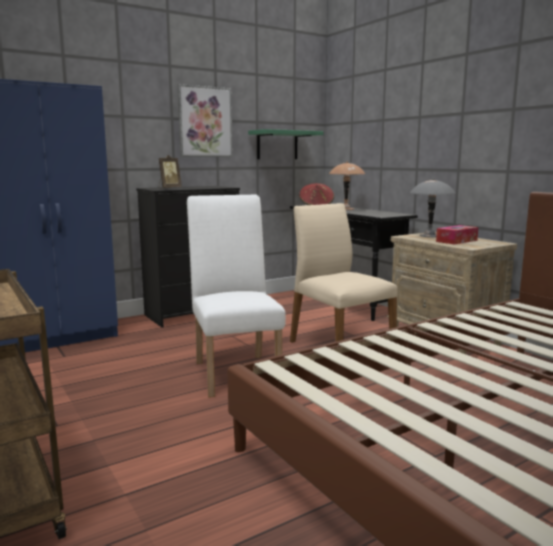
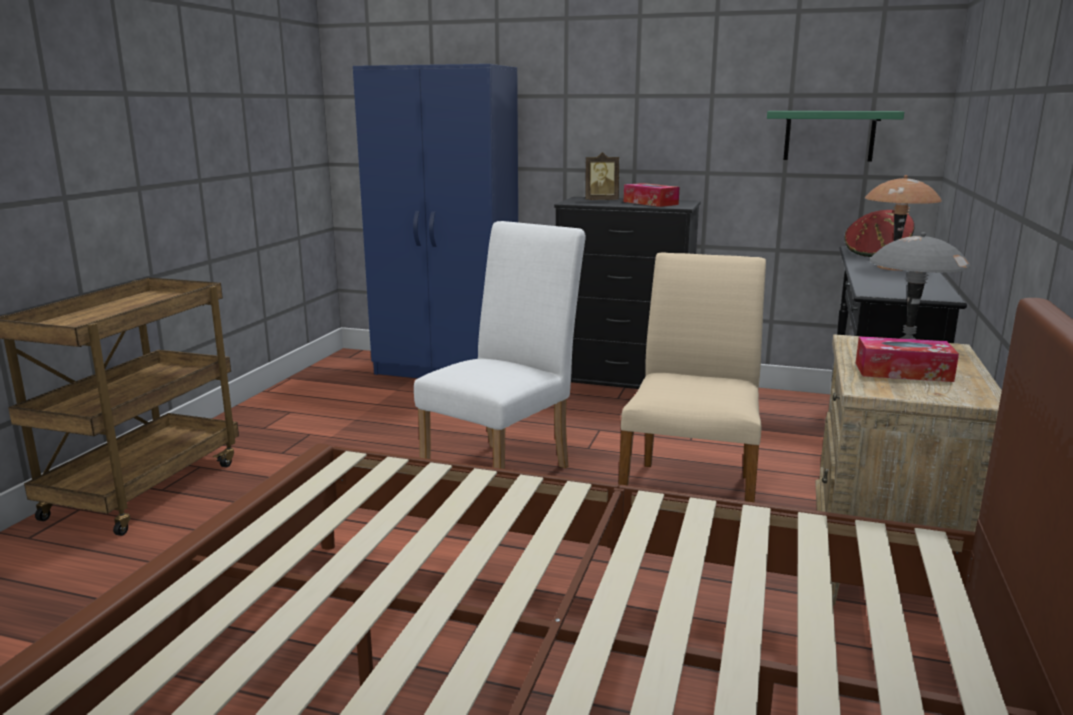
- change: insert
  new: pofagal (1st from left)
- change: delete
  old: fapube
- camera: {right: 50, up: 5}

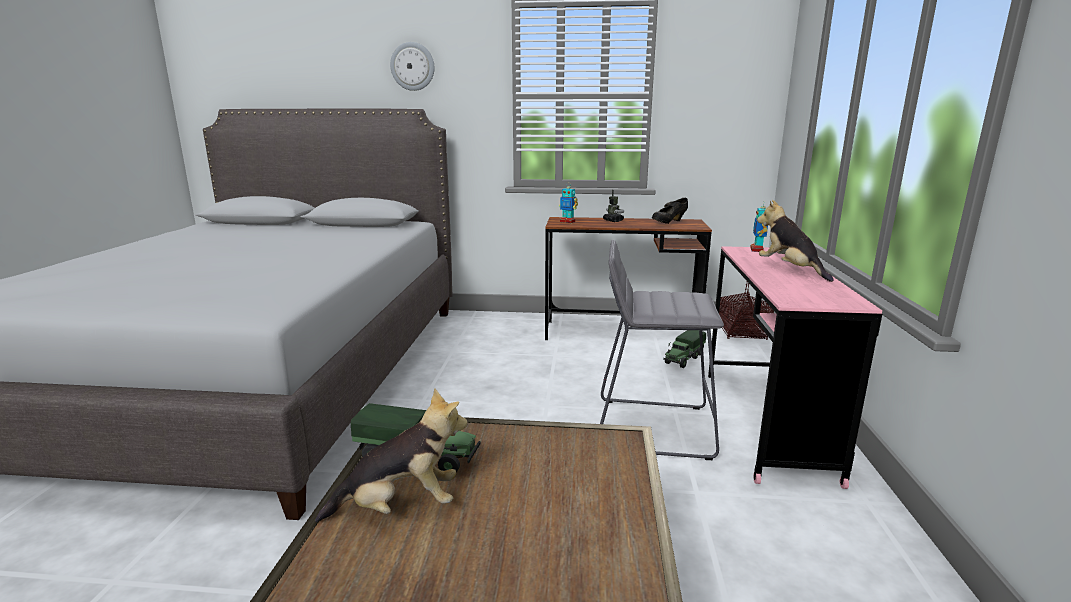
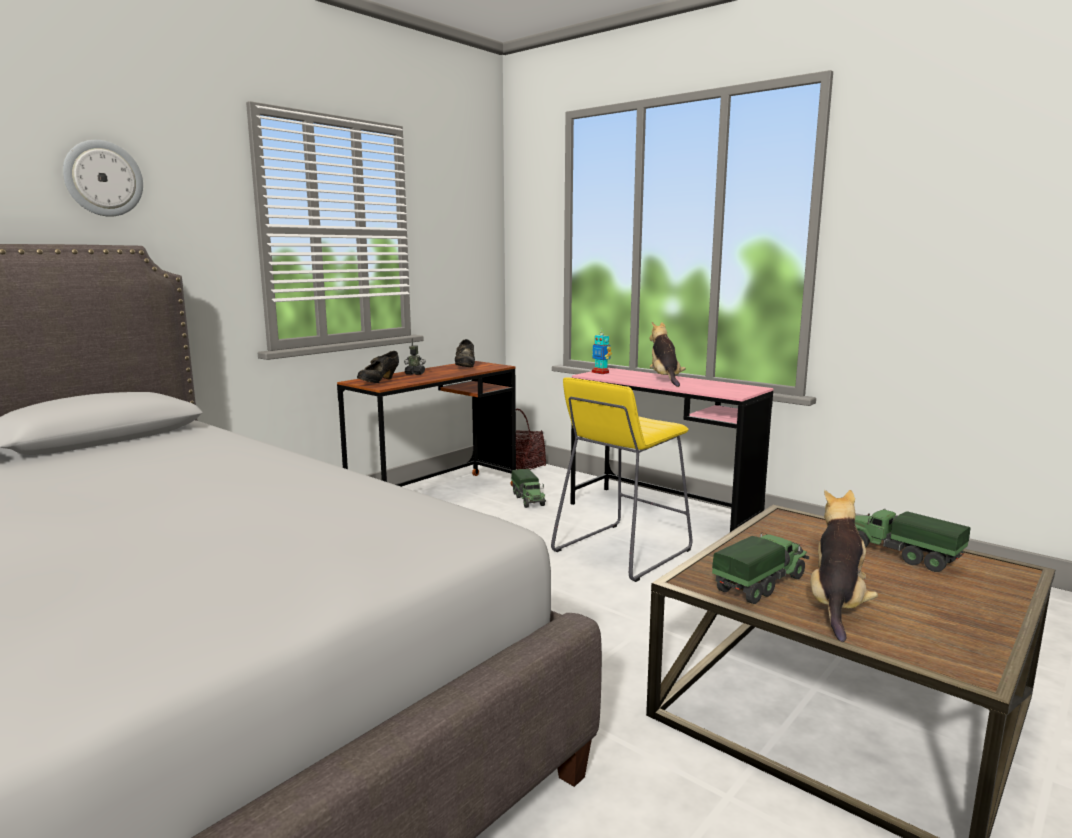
- change: replace
  old: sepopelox (1st from left)
  new: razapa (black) (1st from left)
- change: recolor
  old: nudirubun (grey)
  new: nudirubun (yellow)
- change: rotate
  old: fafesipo (2nd from left in the first image)
  degrees: 75
- change: insert
  new: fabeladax (3rd from left)
- camera: {right: -55, up: -5}

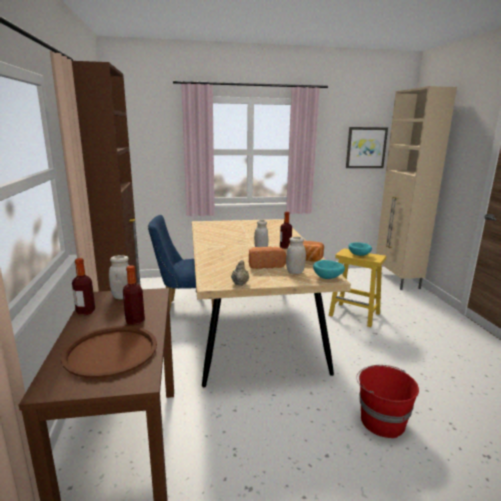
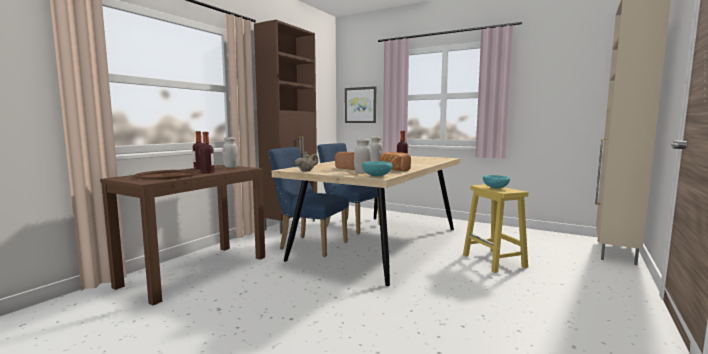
- change: insert
  new: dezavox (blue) (1st from left)
- change: move
  old: fapube
- change: delete
  old: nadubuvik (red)
- camera: {right: 40, up: -10}

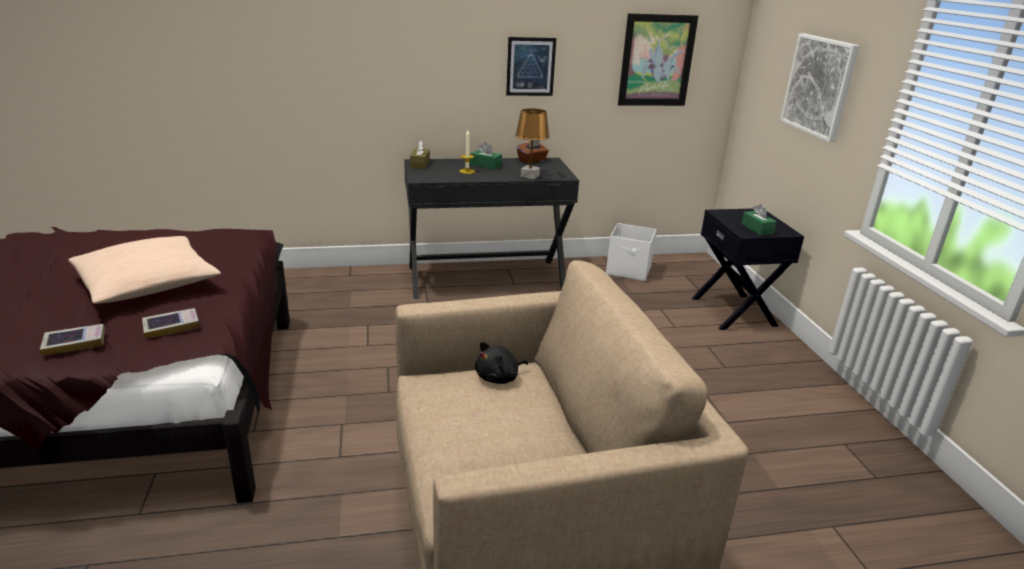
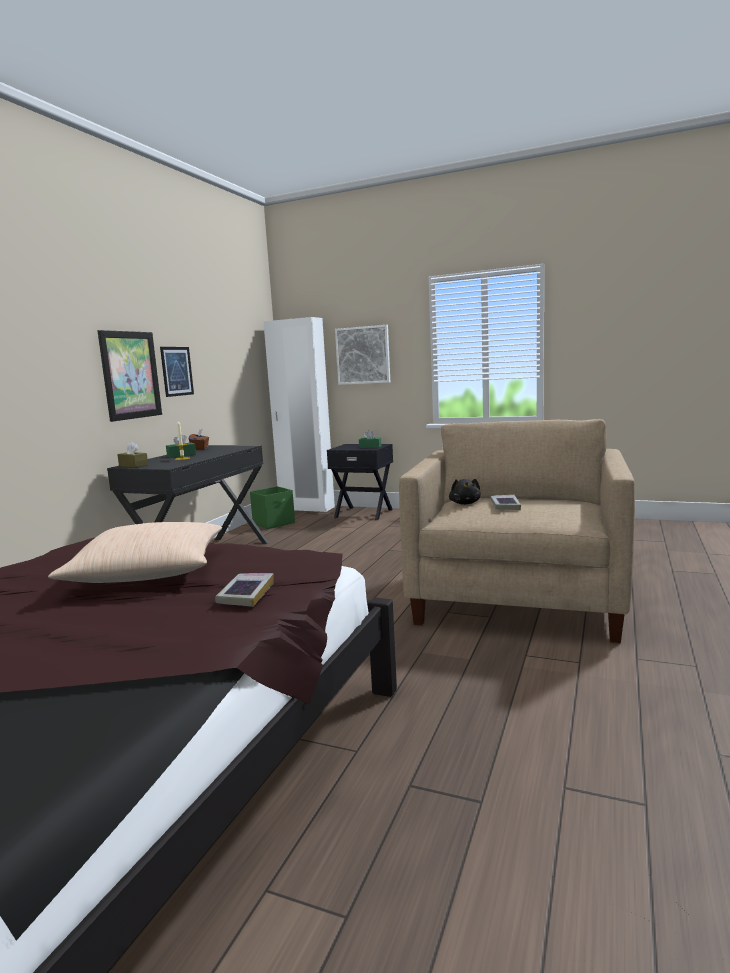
- change: move
  old: fapube (2nd from left in the first image)
  new: fapube (1st from left)
- change: recolor
  old: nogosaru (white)
  new: nogosaru (green)
- change: insert
  new: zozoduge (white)
- change: move
  old: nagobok (2nd from left)
- change: delete
  old: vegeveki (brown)
- camera: {right: -55, up: -15}

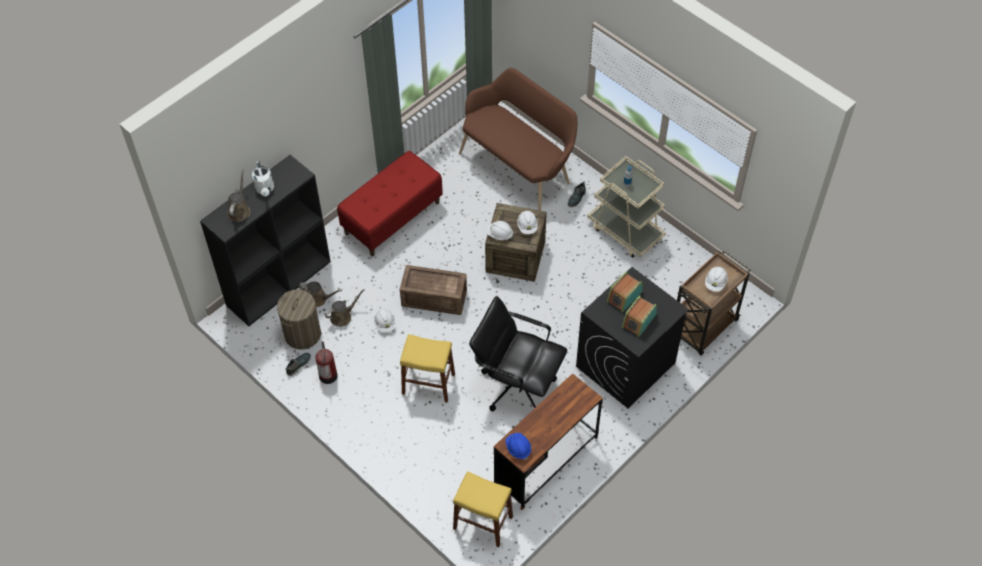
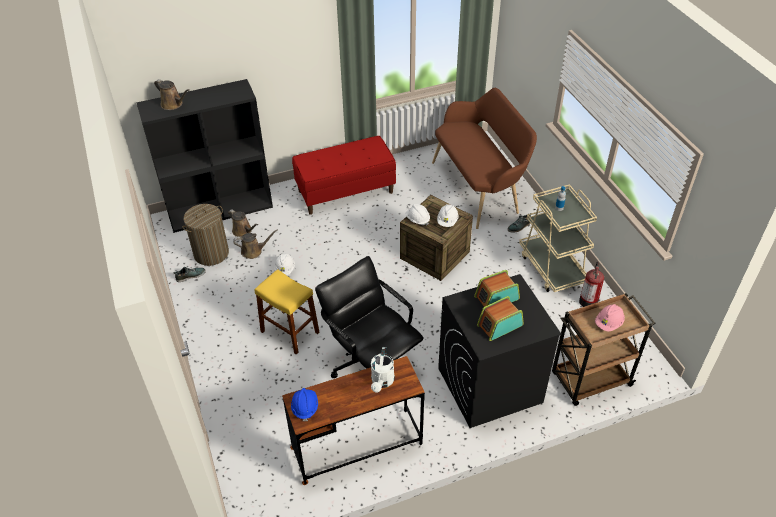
- change: rotate
  old: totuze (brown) (1st from left)
  degrees: 90
- change: move
  old: totuze (white)
- change: move
  old: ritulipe
- change: recolor
  old: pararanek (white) (4th from left)
  new: pararanek (pink)
- change: delete
  old: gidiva (1st from left)
- change: delete
  old: nudirubun (yellow) (2nd from left)
- camera: {right: 25, up: -10}

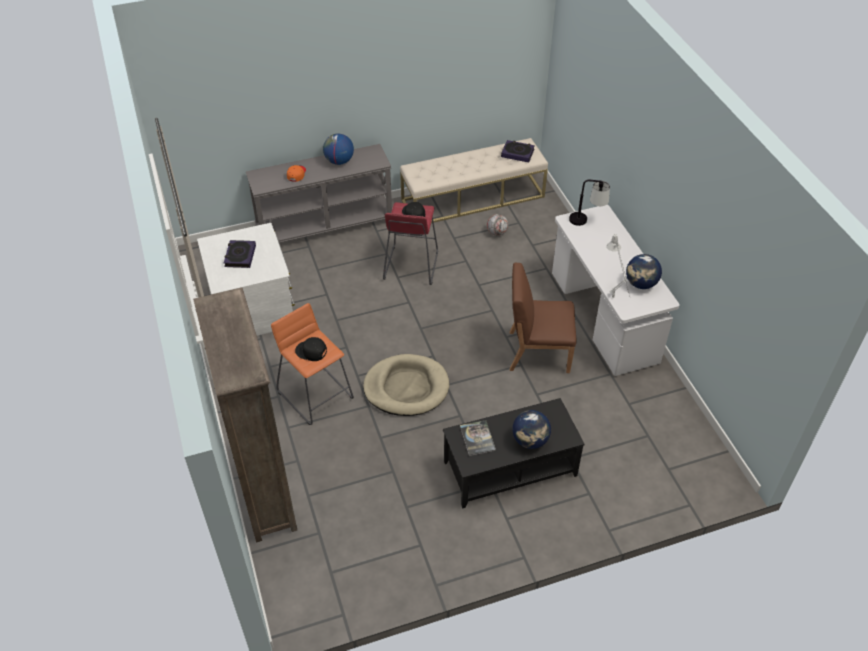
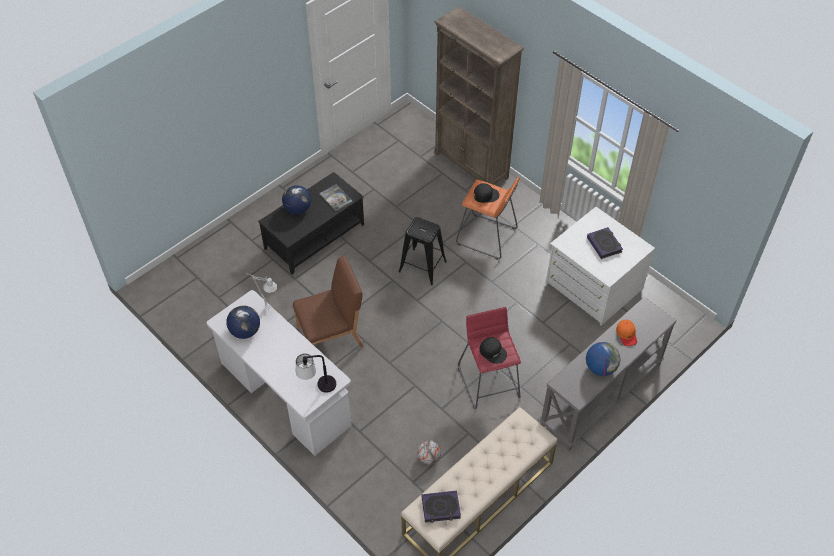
- change: replace
  old: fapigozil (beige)
  new: nudirubun (black)
- camera: {right: 155, up: 5}

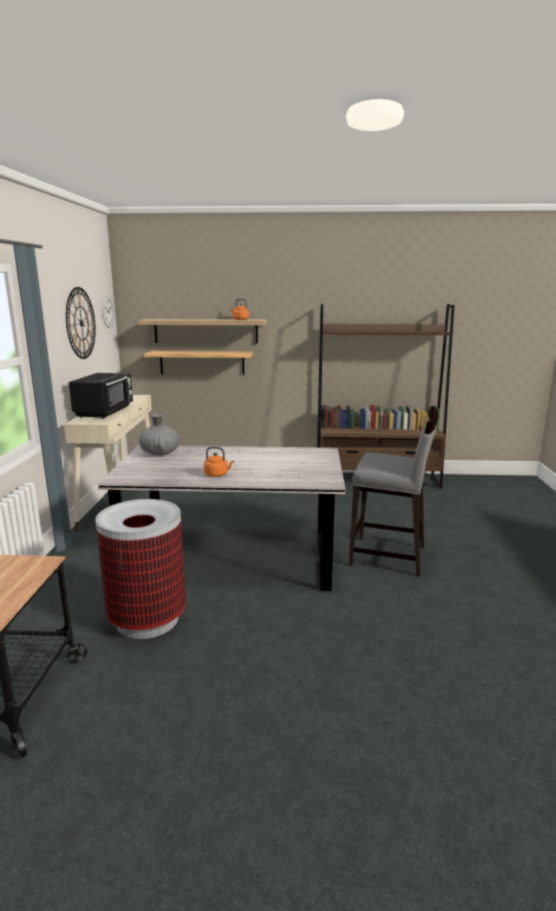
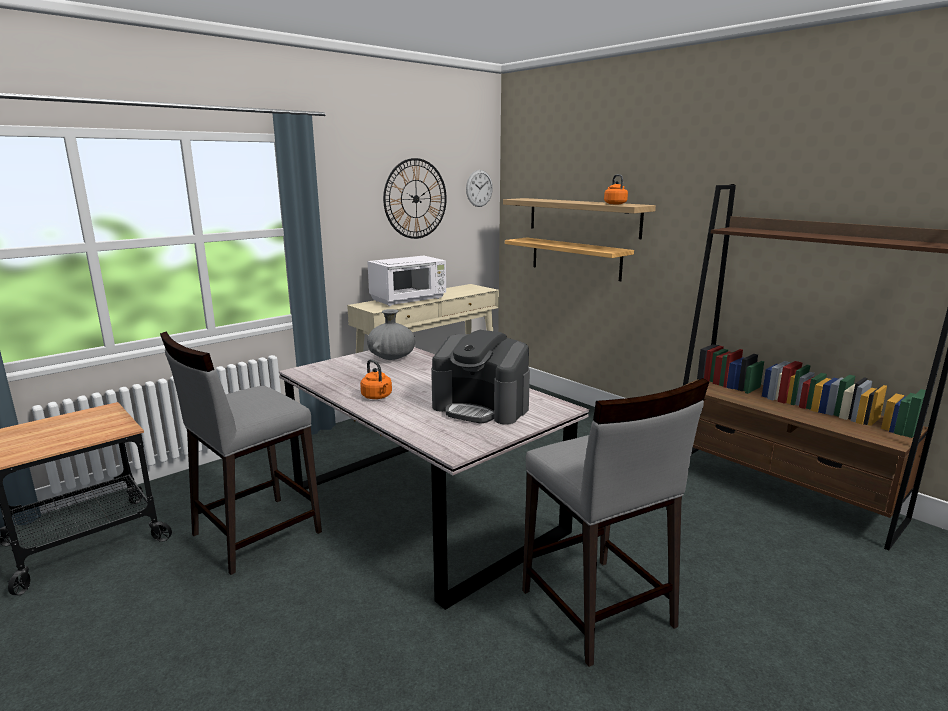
- change: replace
  old: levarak
  new: nudirubun (grey) (1st from left)
- change: recolor
  old: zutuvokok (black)
  new: zutuvokok (white)
- change: insert
  new: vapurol
- camera: {right: 45, up: 0}

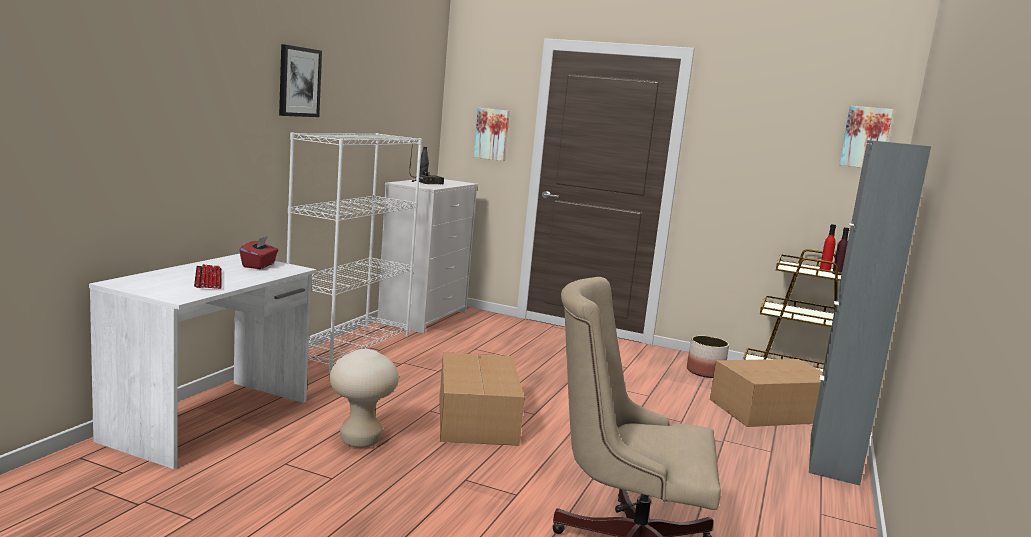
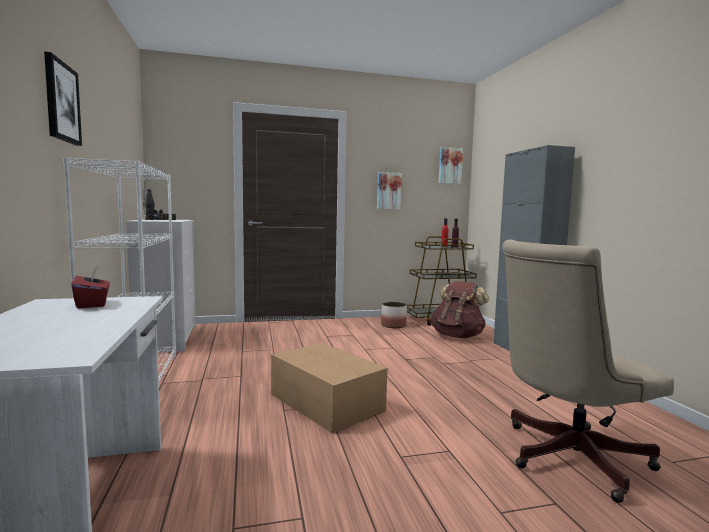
- change: move
  old: fapube (2nd from left)
- change: replace
  old: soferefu (2nd from left)
  new: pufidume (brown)
- change: delete
  old: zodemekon
- change: delete
  old: nudirubun (beige)
- camera: {right: -35, up: -5}

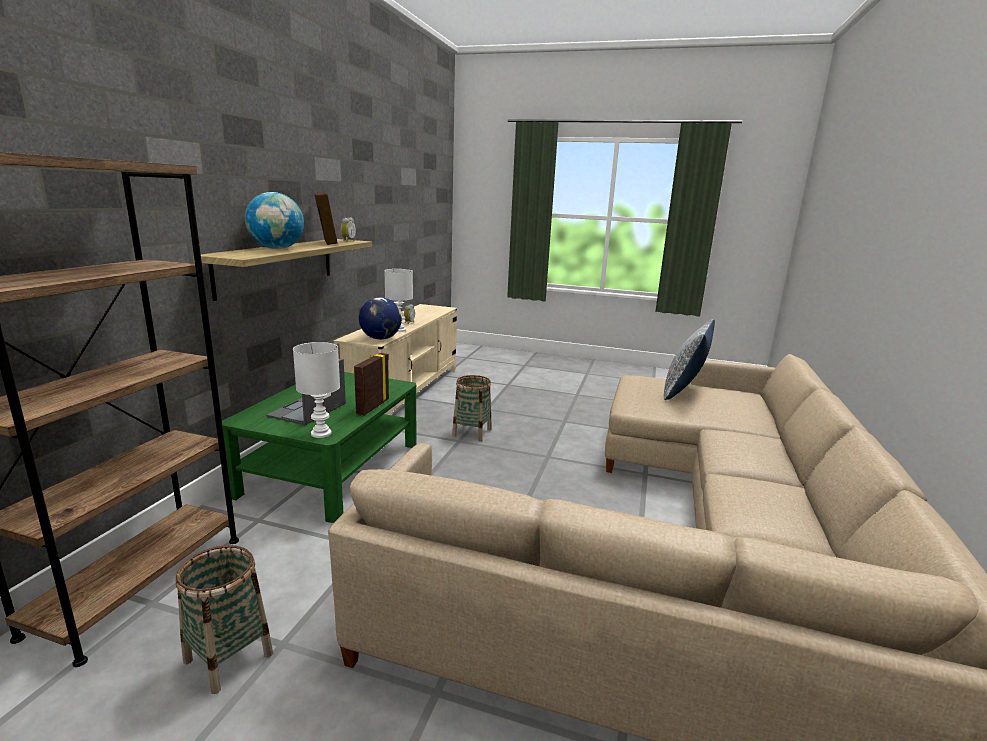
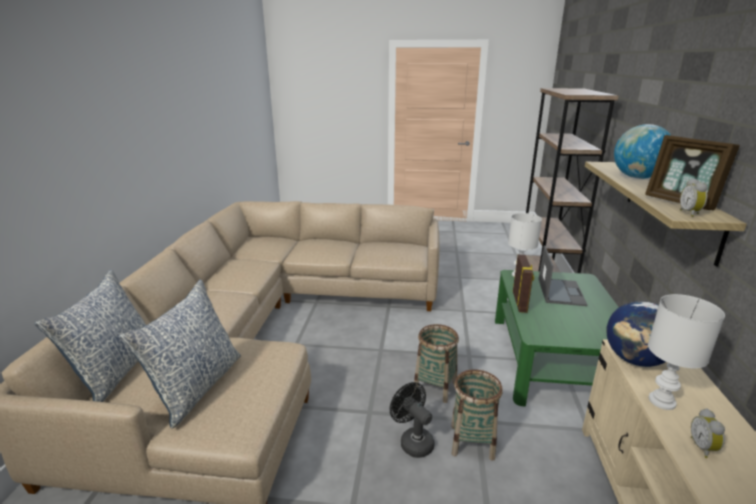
- change: insert
  new: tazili (1st from left)
- change: insert
  new: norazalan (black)
- change: move
  old: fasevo (1st from left)
- camera: {right: 170, up: 5}

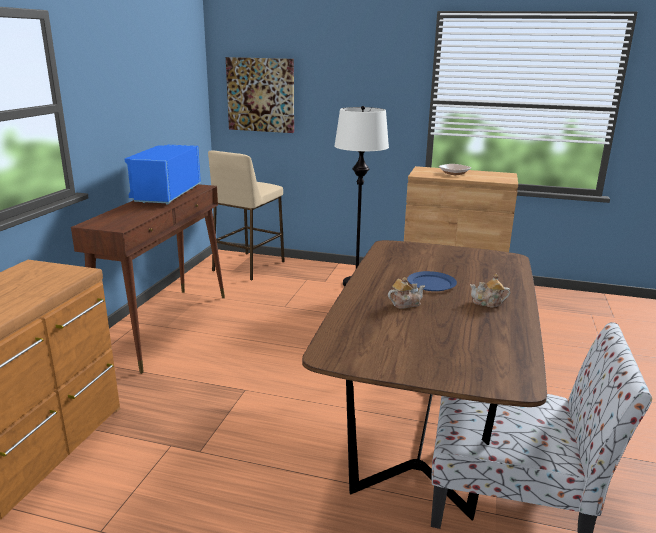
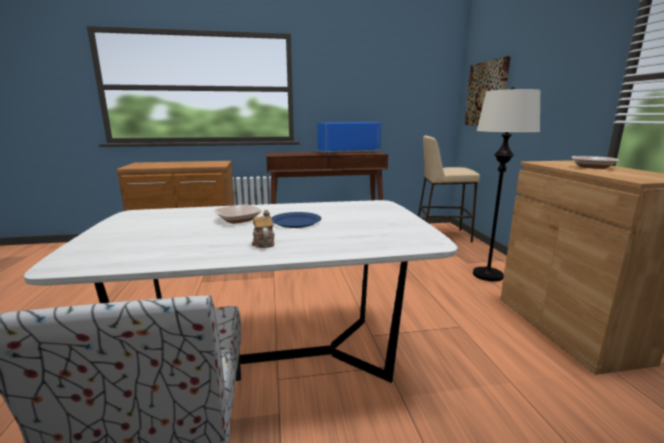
- change: recolor
  old: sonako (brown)
  new: sonako (white)
- change: replace
  old: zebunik (1st from left)
  new: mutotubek (1st from left)
- camera: {right: 65, up: -5}

